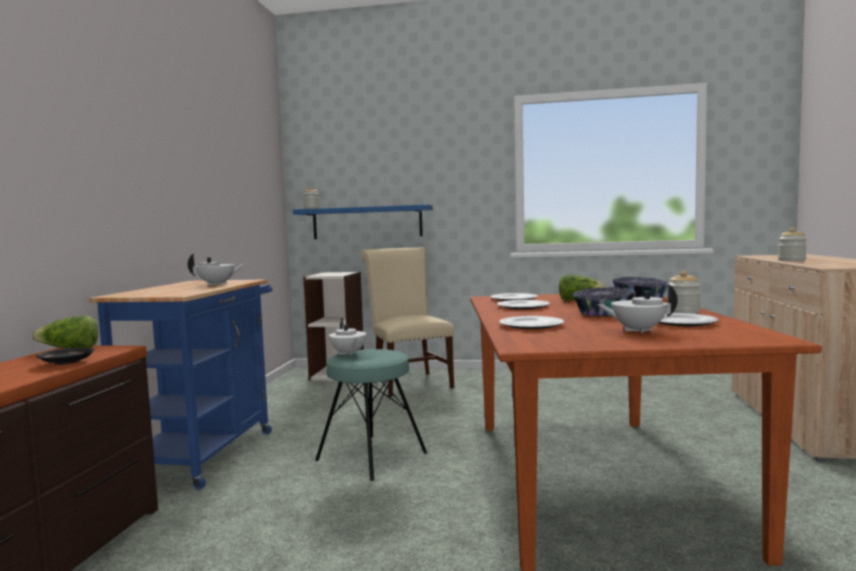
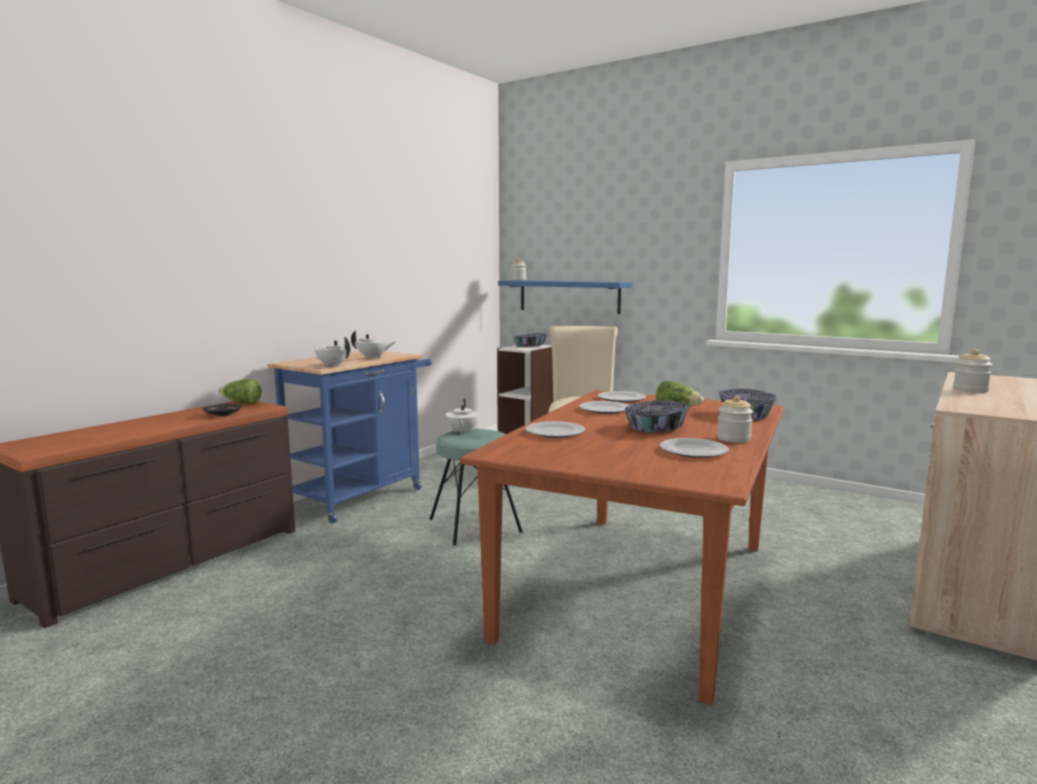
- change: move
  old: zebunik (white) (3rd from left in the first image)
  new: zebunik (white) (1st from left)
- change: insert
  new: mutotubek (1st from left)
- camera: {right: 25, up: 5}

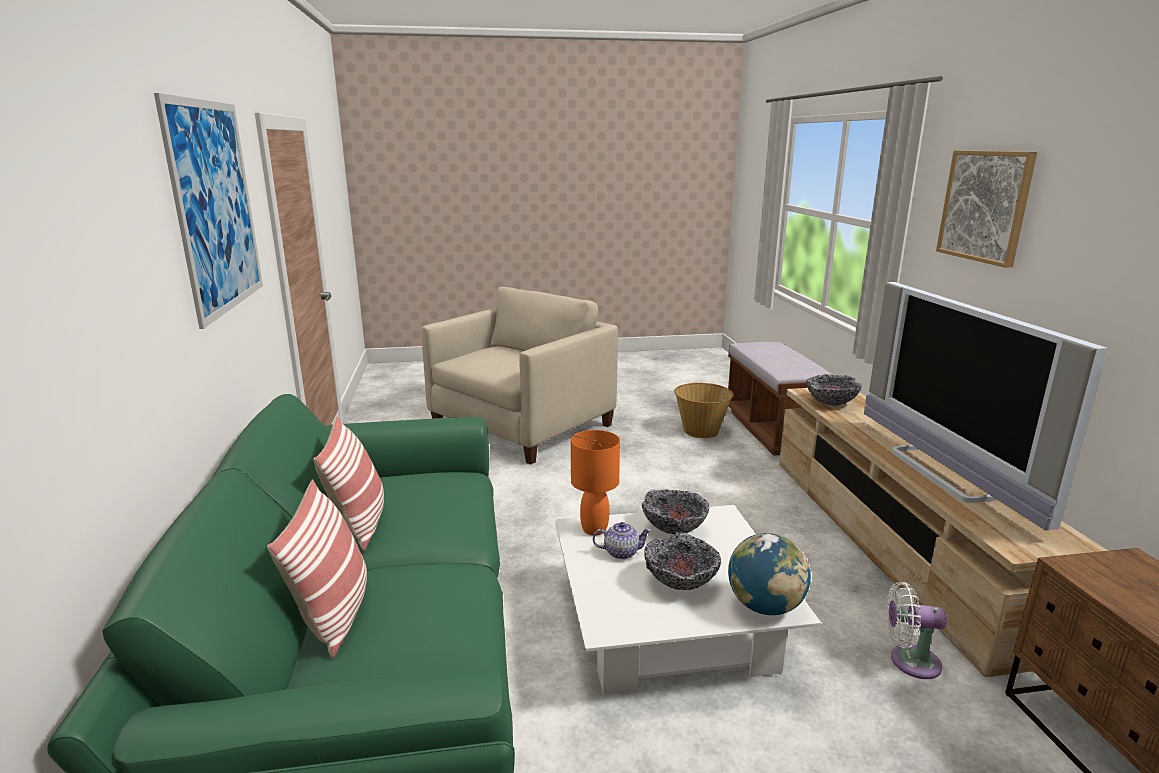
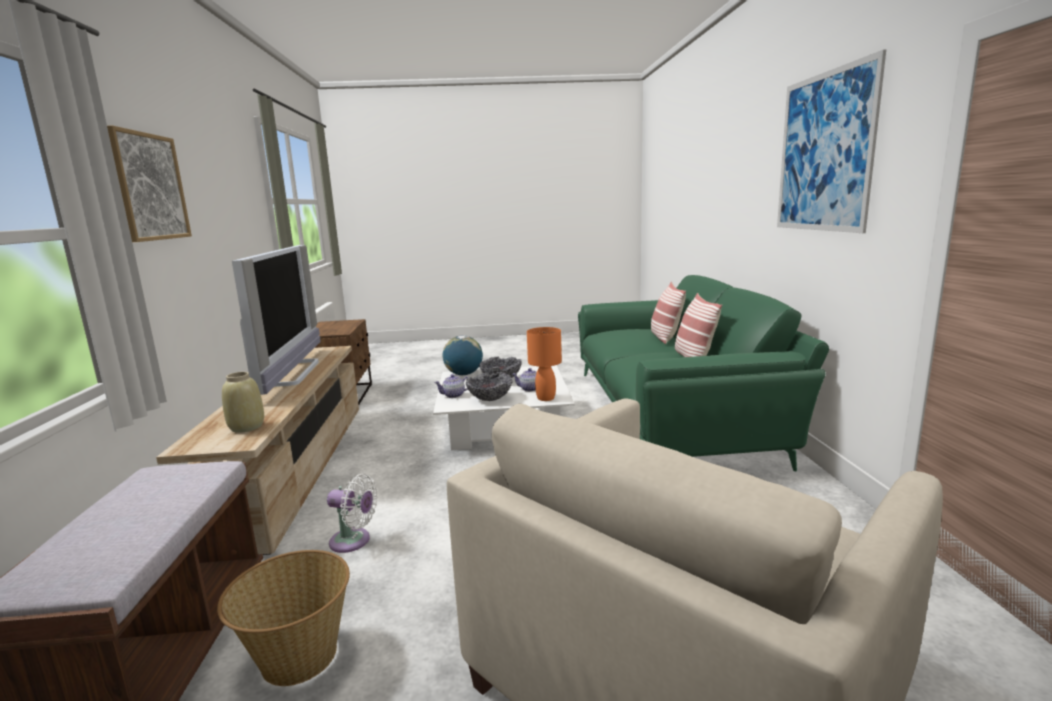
- change: replace
  old: mutotubek (3rd from left)
  new: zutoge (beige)
- change: move
  old: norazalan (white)
- change: insert
  new: zebunik (1st from left)
- camera: {right: -175, up: -5}

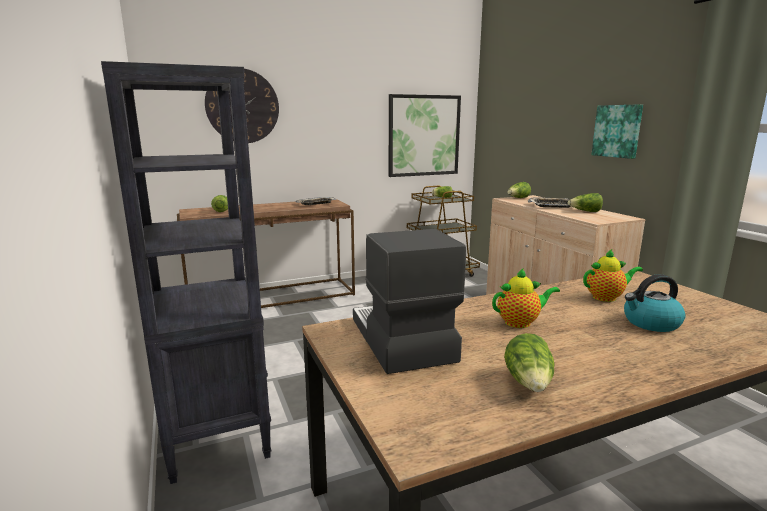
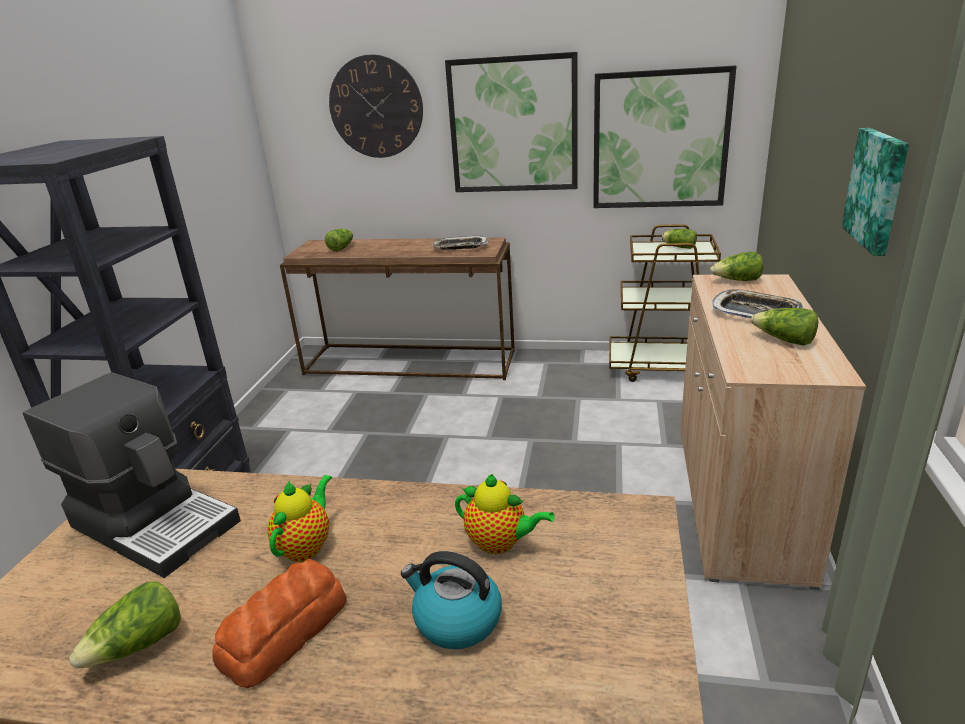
- change: rotate
  old: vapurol
  degrees: 105
- change: insert
  new: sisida
- change: rotate
  old: zebunik (1st from left)
  degrees: -90
- change: insert
  new: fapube (1st from left)
- camera: {right: 35, up: 10}

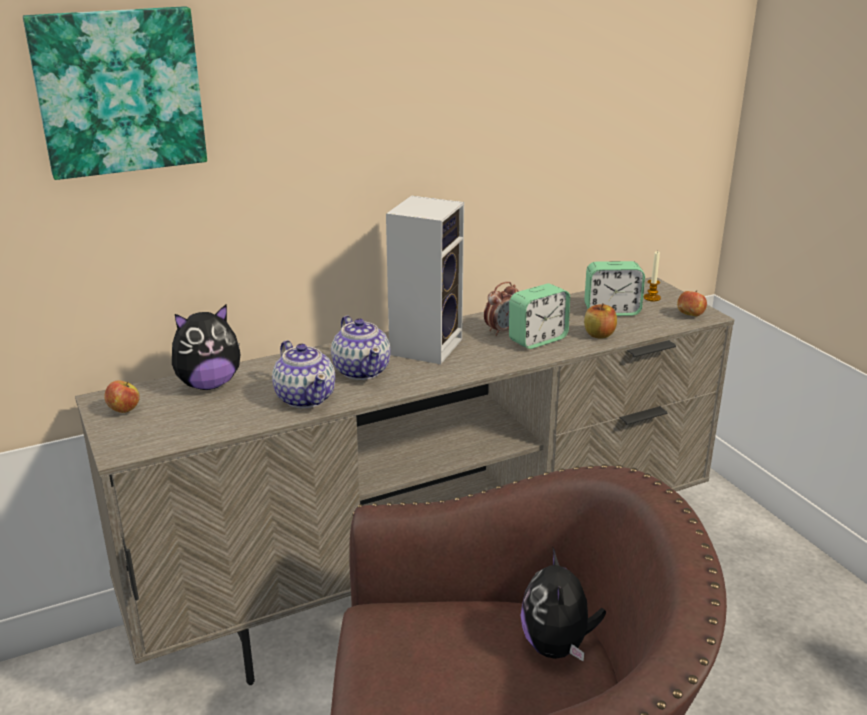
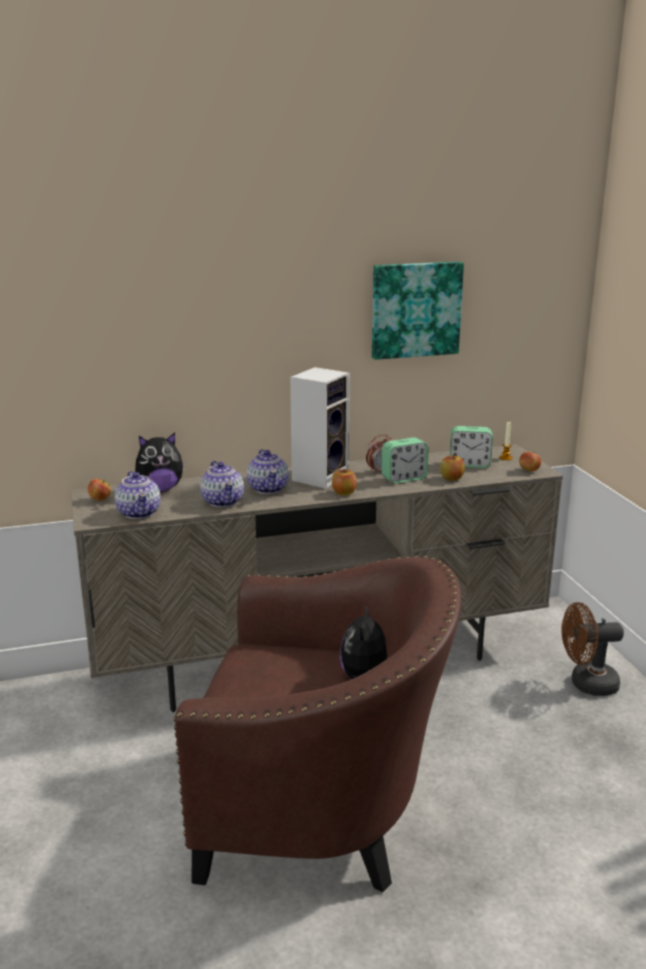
- change: insert
  new: zebunik (1st from left)
- change: insert
  new: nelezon (2nd from left)
- change: move
  old: fapube
- change: insert
  new: norazalan (brown)
- camera: {right: 10, up: -5}

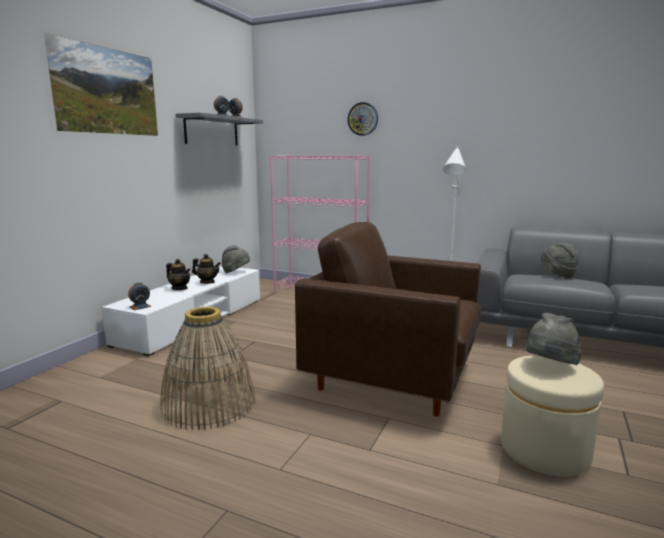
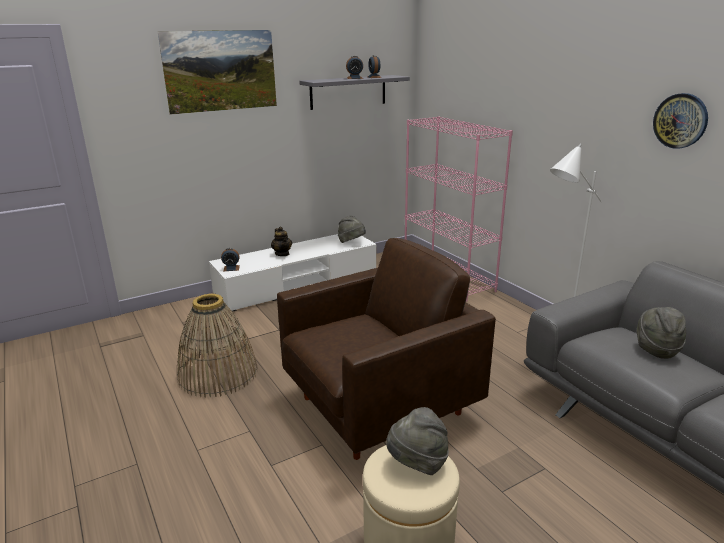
- change: rotate
  old: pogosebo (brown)
  degrees: 90
- change: move
  old: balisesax
- change: delete
  old: zebunik (2nd from left)
- camera: {right: 35, up: 10}

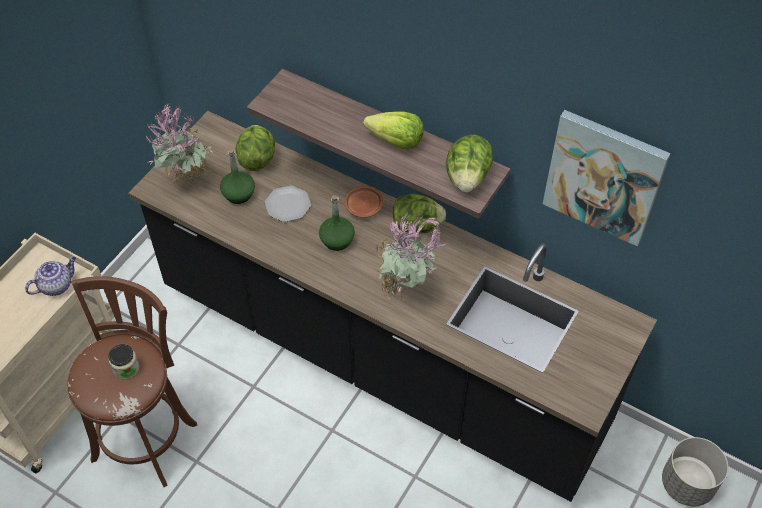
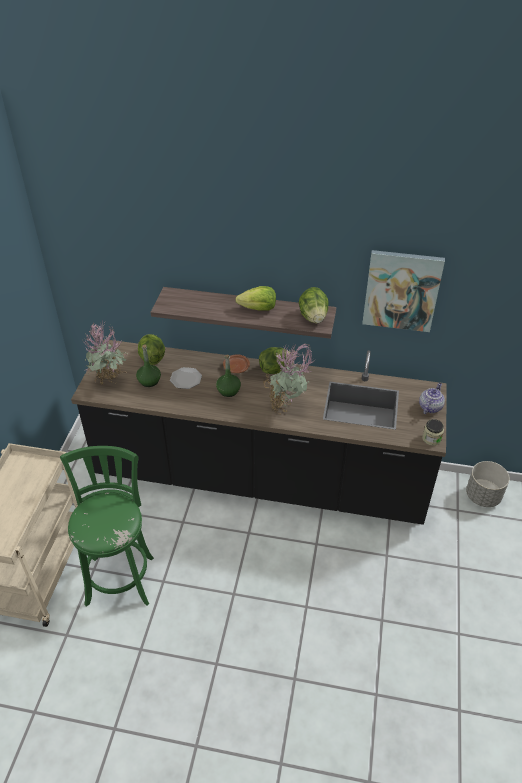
- change: recolor
  old: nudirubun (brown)
  new: nudirubun (green)
- change: move
  old: zebunik
- change: move
  old: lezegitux
- camera: {right: -20, up: -10}

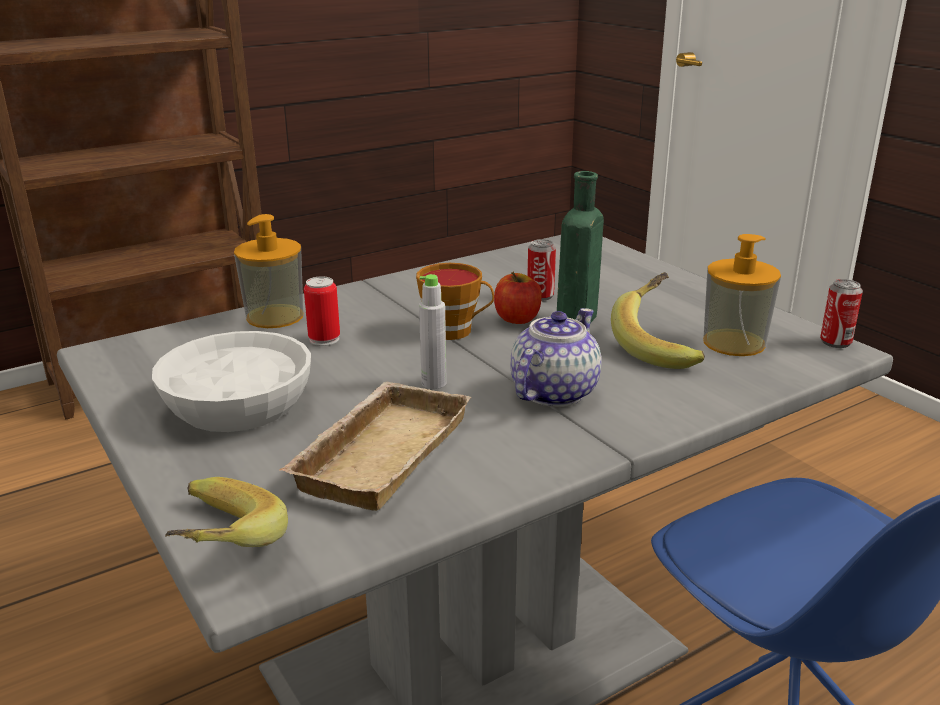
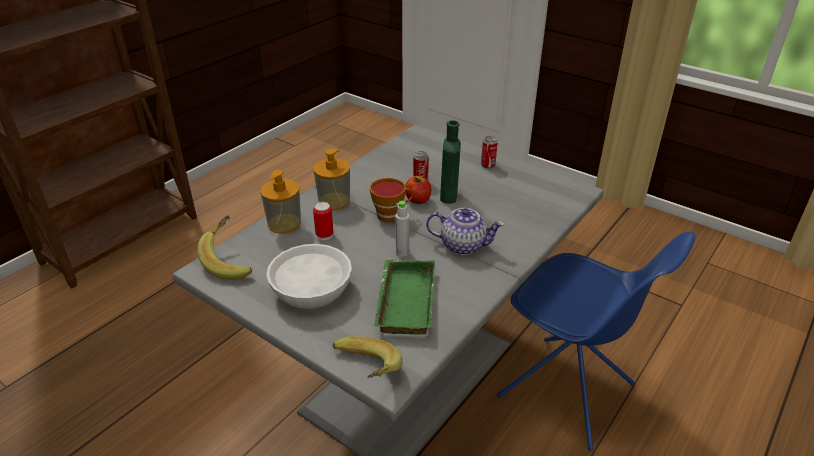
- change: move
  old: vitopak (2nd from left in the first image)
  new: vitopak (1st from left)
- change: move
  old: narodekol (2nd from left)
- change: recolor
  old: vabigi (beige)
  new: vabigi (green)
- change: rotate
  old: zebunik
  degrees: 90
- change: move
  old: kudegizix (3rd from left)
- camera: {right: -20, up: 10}

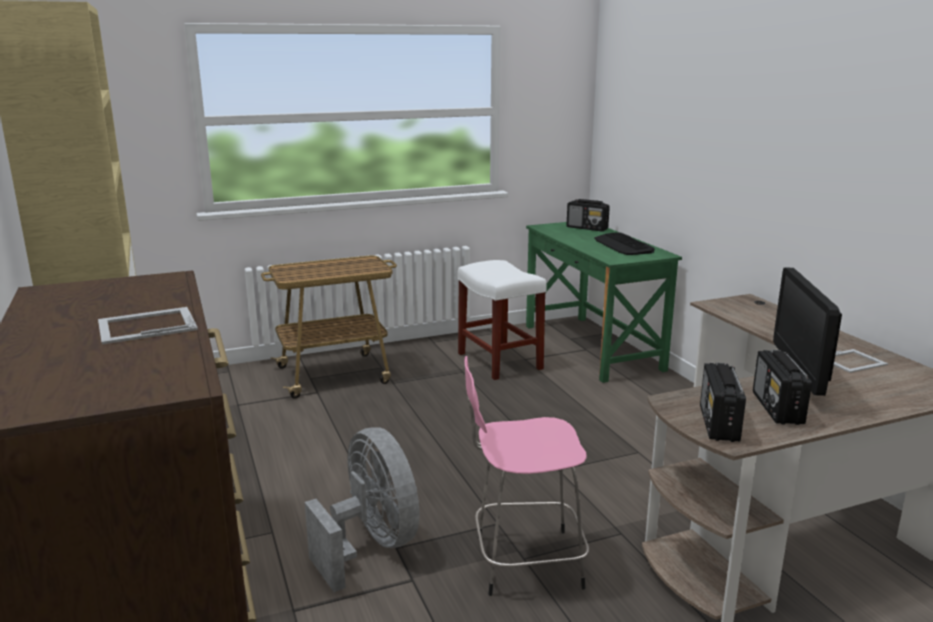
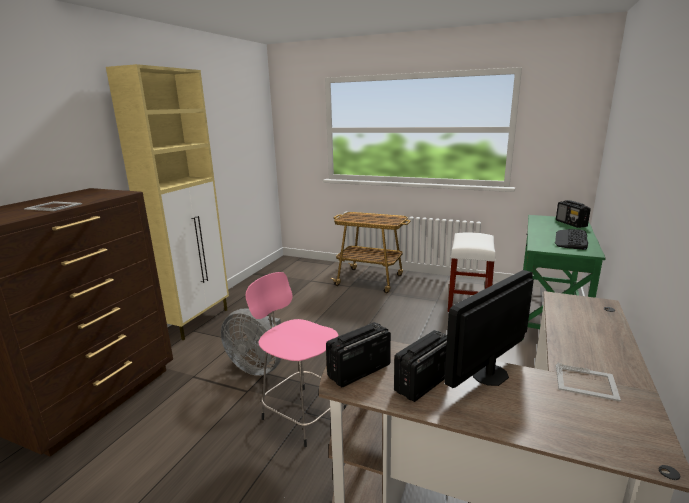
- change: rotate
  old: norazalan (grey)
  degrees: 105
- camera: {right: 45, up: 0}

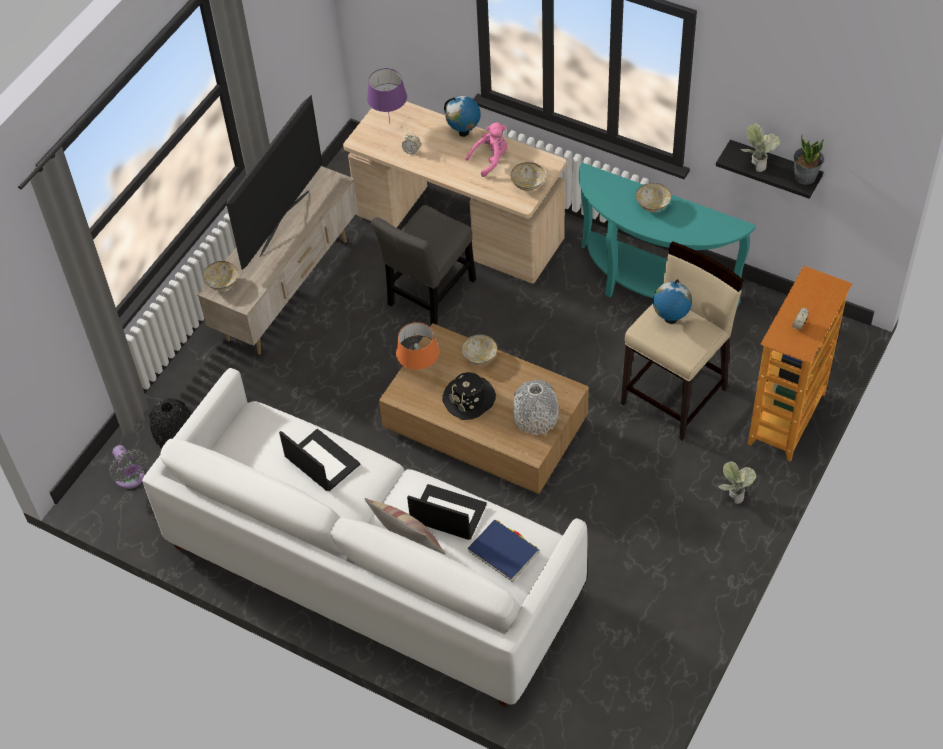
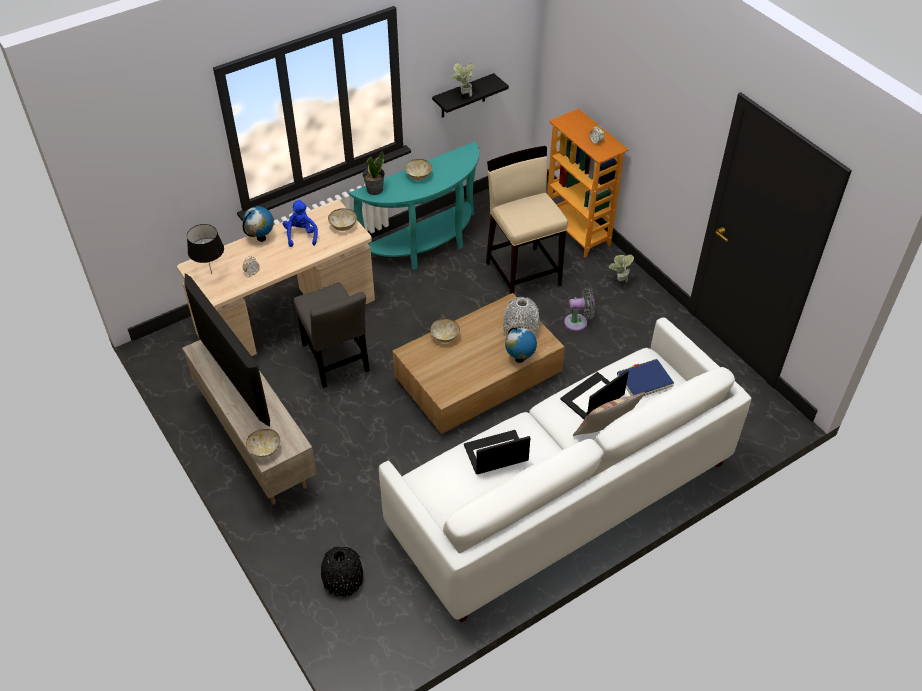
- change: recolor
  old: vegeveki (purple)
  new: vegeveki (black)
- change: recolor
  old: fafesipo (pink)
  new: fafesipo (blue)
- change: move
  old: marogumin (3rd from left in the first image)
  new: marogumin (1st from left)
- change: move
  old: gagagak (2nd from left)
- change: move
  old: norazalan (grey)
- change: delete
  old: vegeveki (orange)
- change: delete
  old: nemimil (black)
- camera: {right: -65, up: -5}

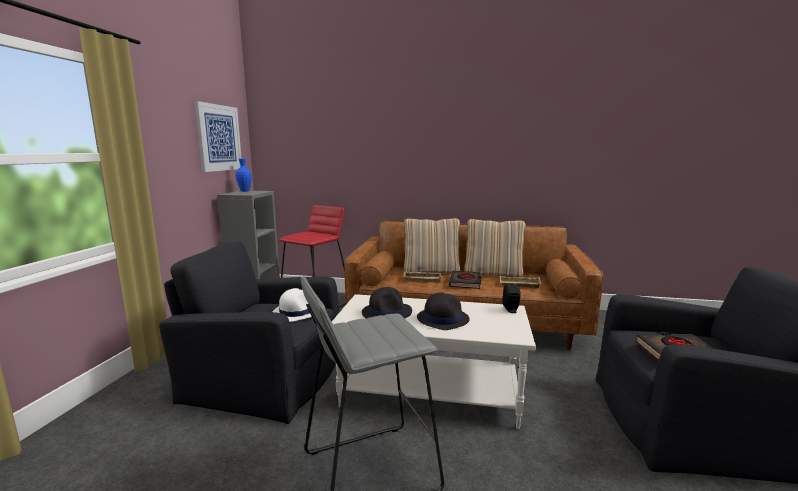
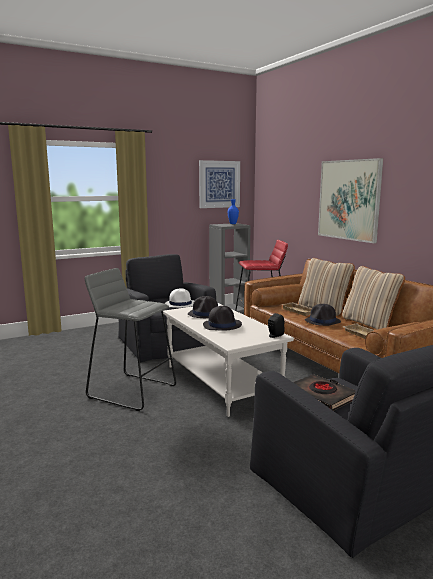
- change: replace
  old: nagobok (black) (1st from left)
  new: nemimil (black) (3rd from left)
- change: insert
  new: fapube (2nd from left)
- camera: {right: 50, up: 0}

